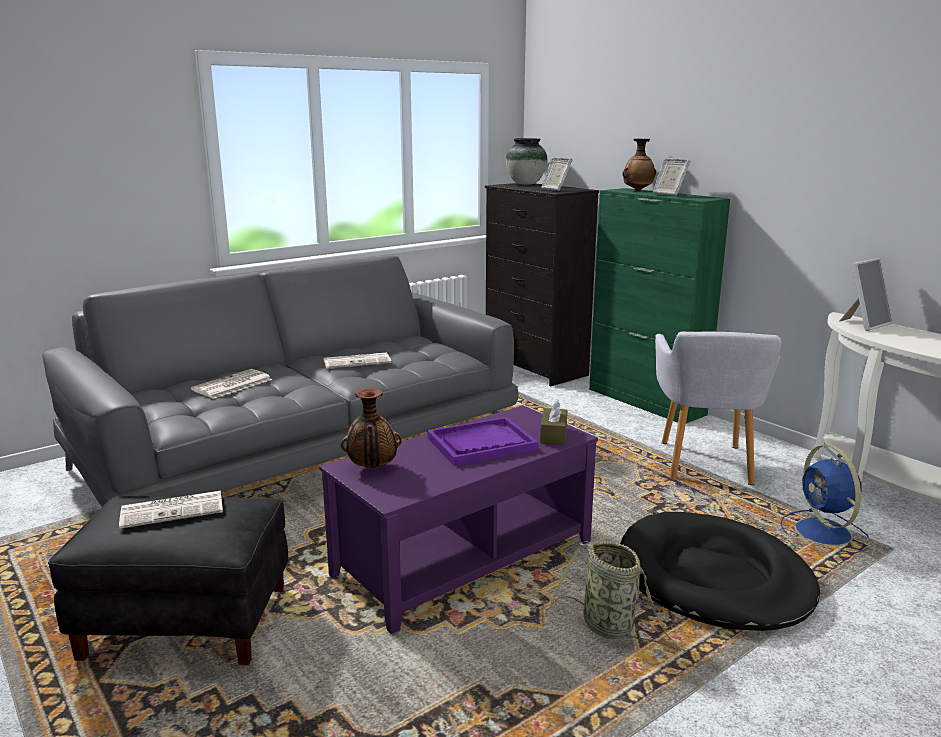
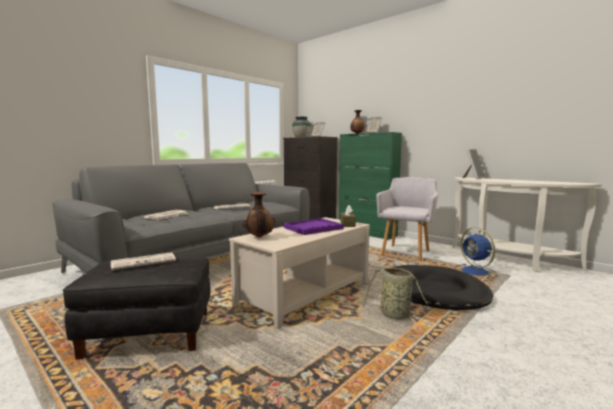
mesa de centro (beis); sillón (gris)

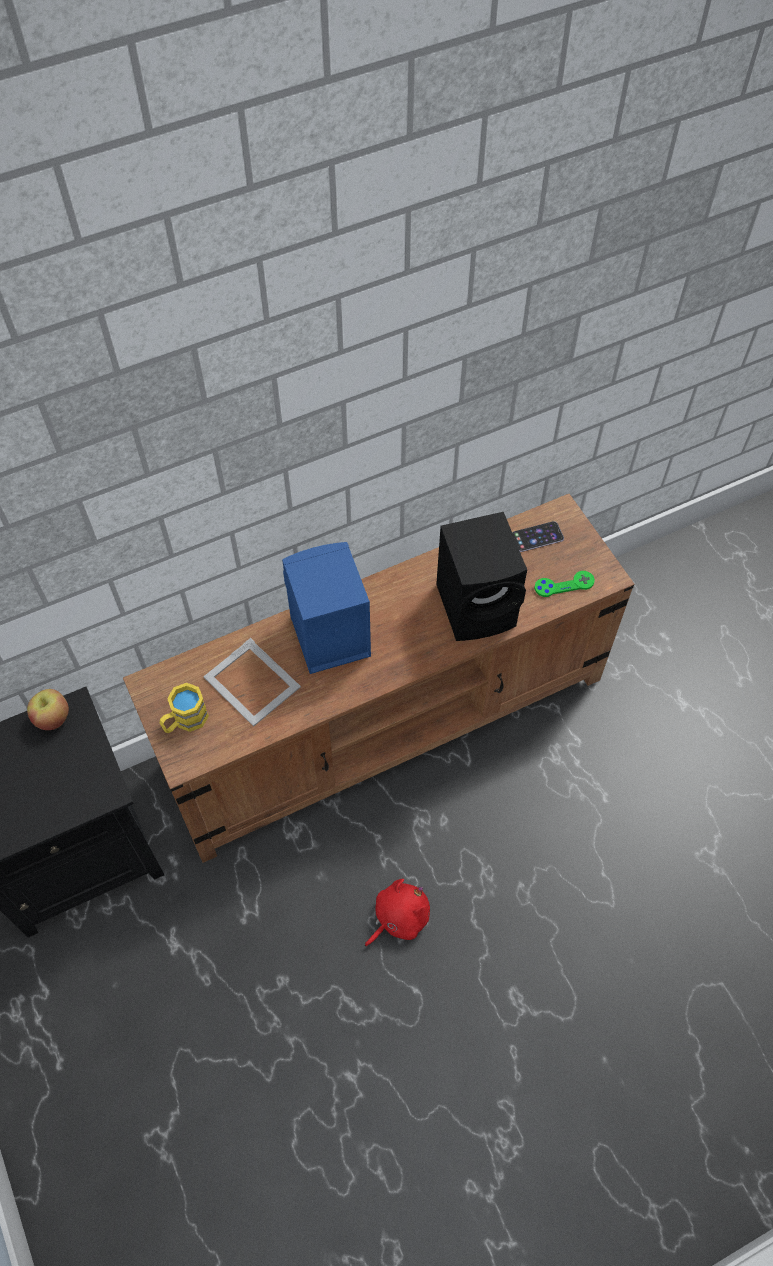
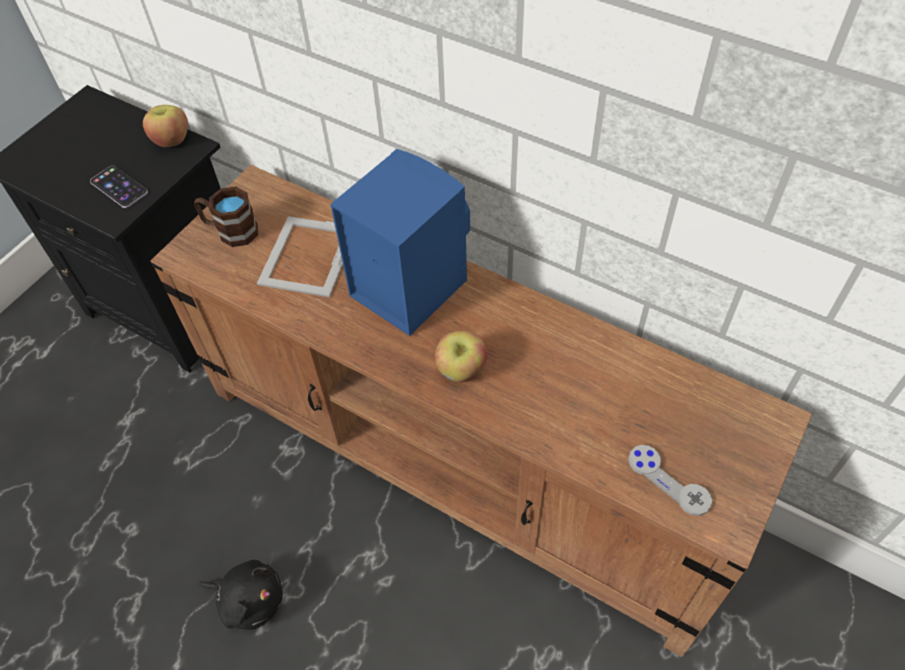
taza grande (marrón); peluche (negro); altavoz (negro); móvil; mando de consola (gris); manzana (2nd from left)

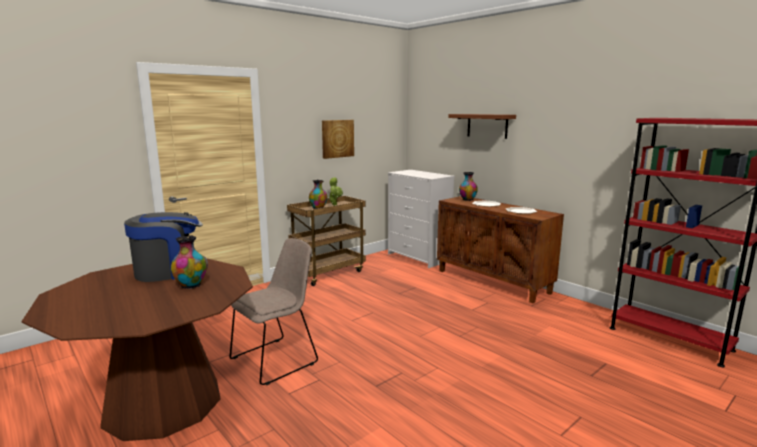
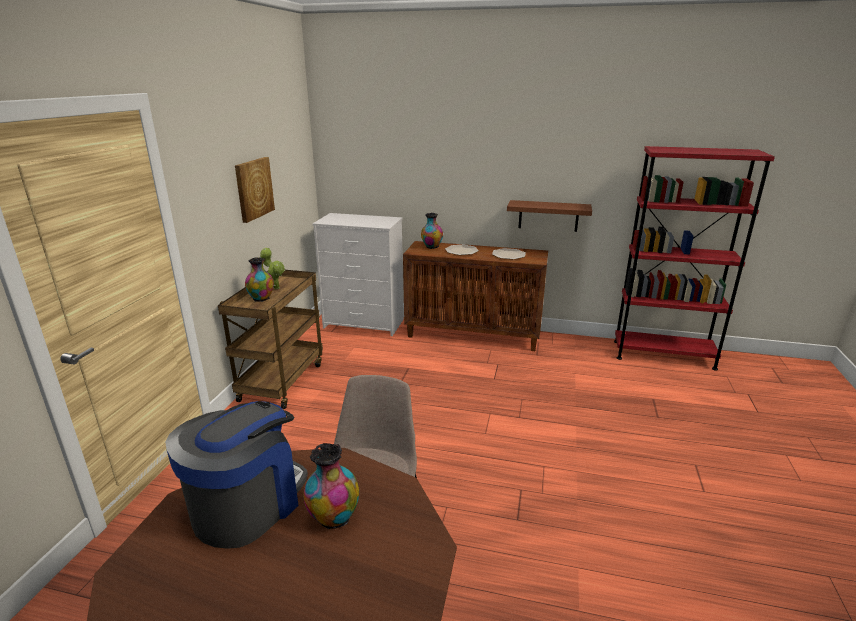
estante (marrón)

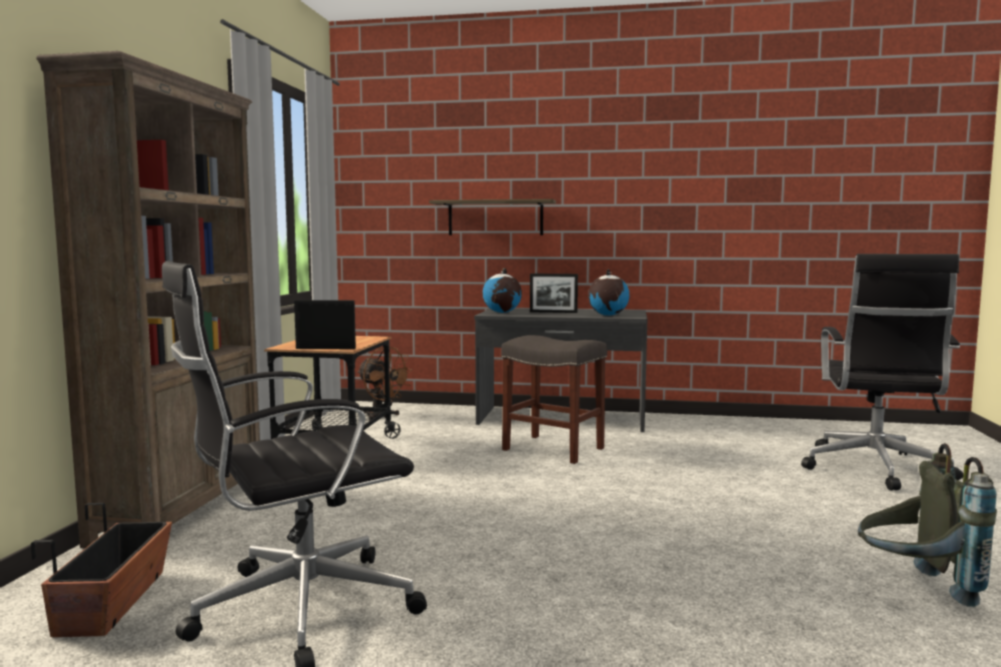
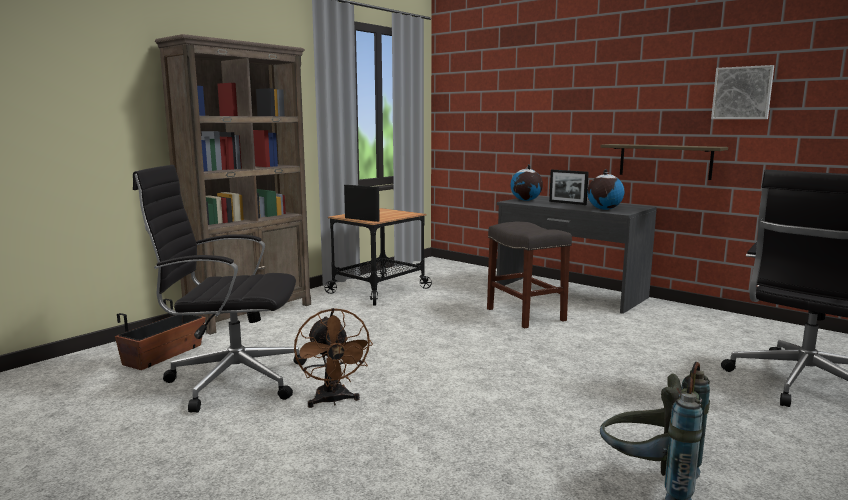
ventilador (marrón); estante; cuadro

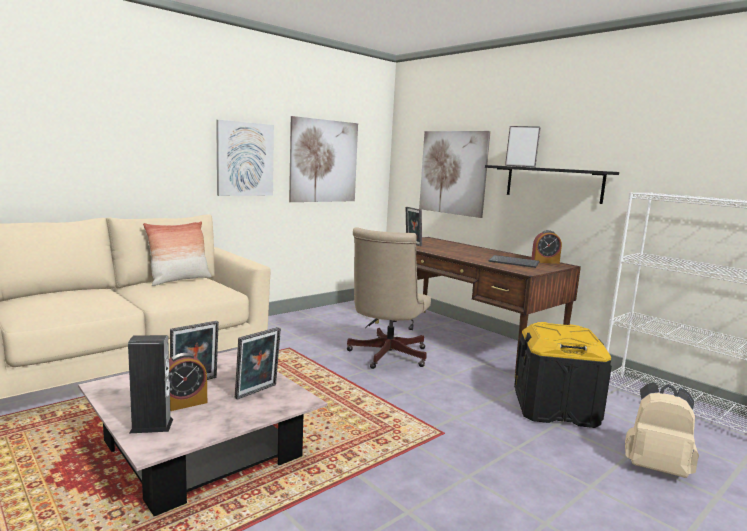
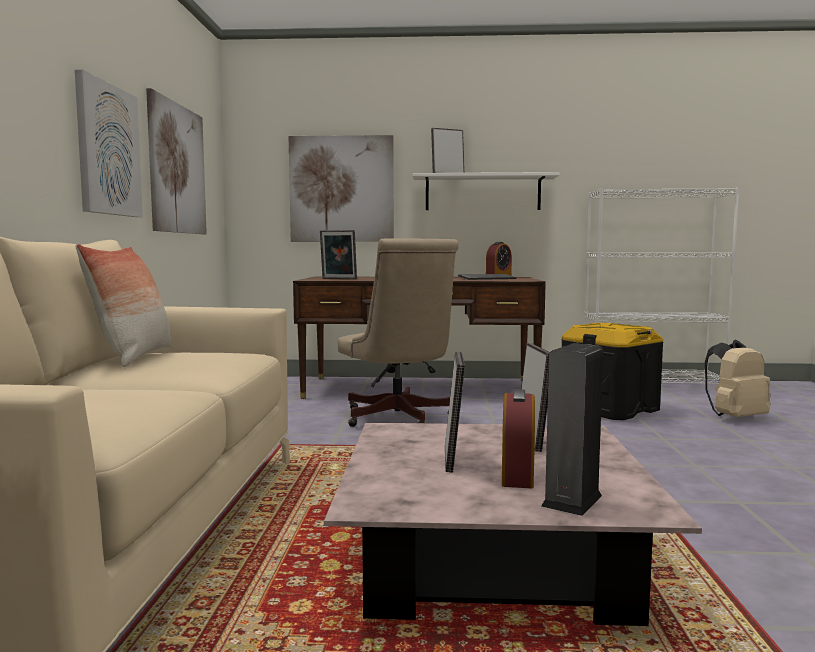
estante (blanco)

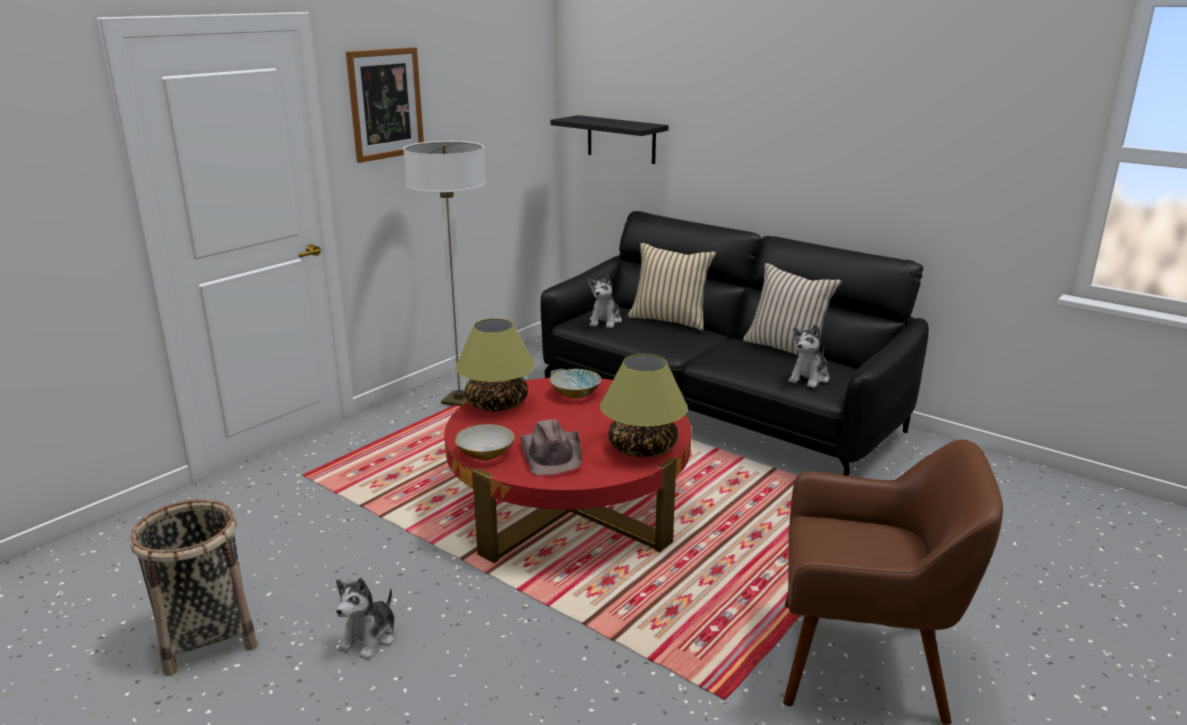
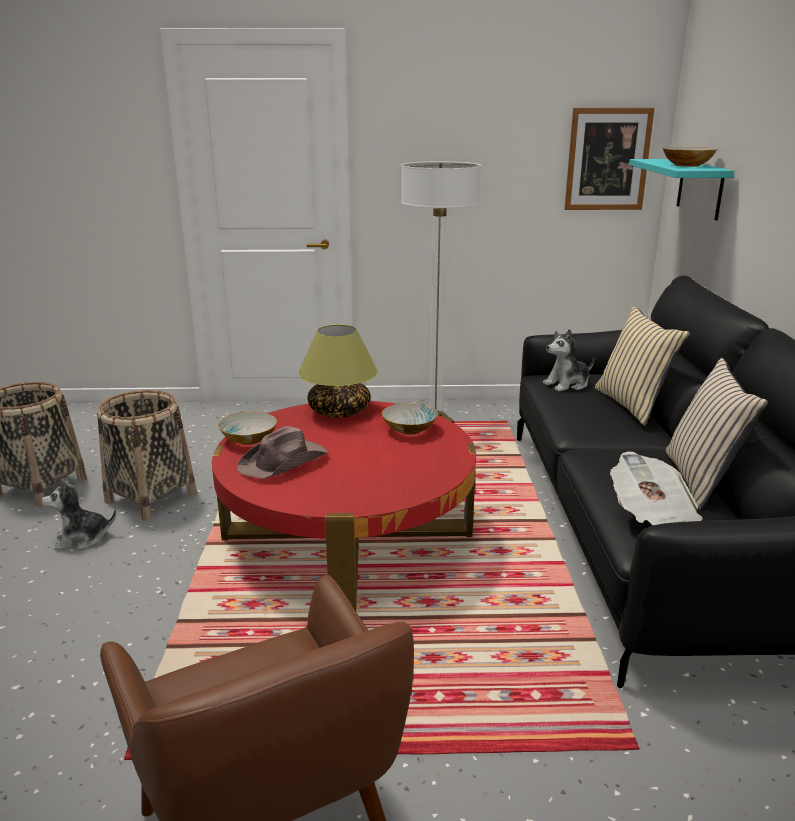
cuadro; estante (turquesa); lámpara de mesa (2nd from left in the first image); periódico; cesta (2nd from left); cuenco (3rd from left)

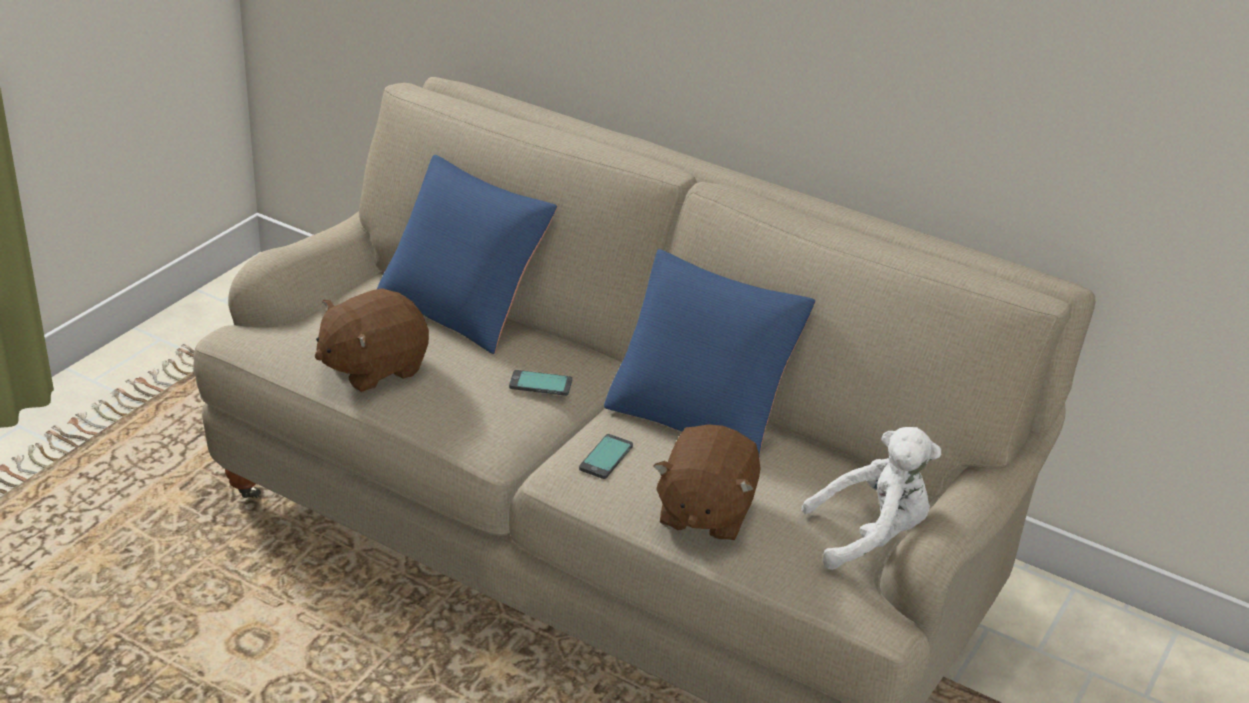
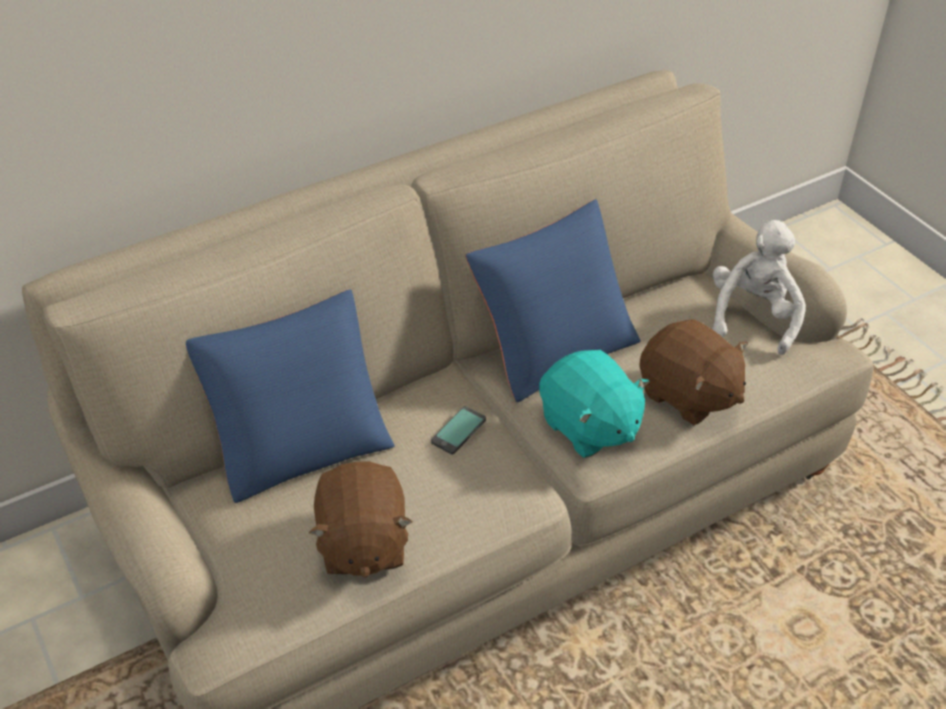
peluche (turquesa)

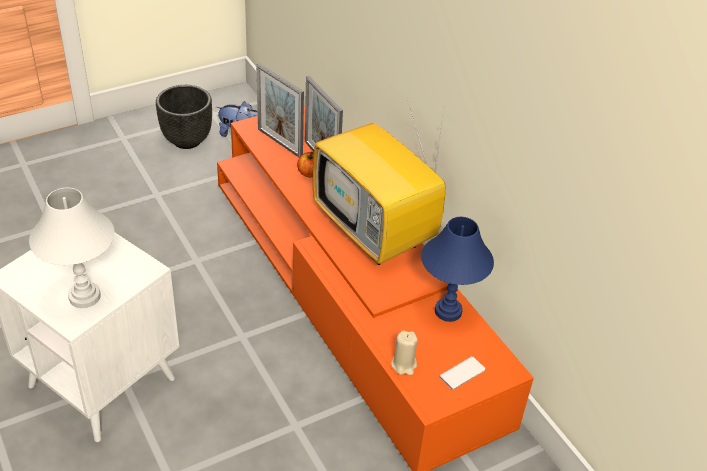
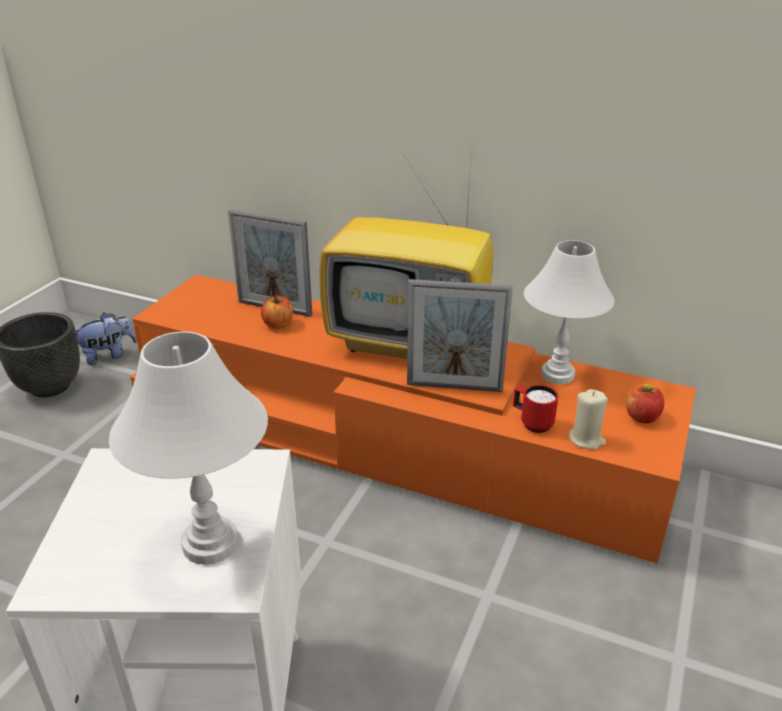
portarretratos (2nd from left); lámpara de mesa (blanco) (2nd from left); manzana (2nd from left); taza grande (rojo)

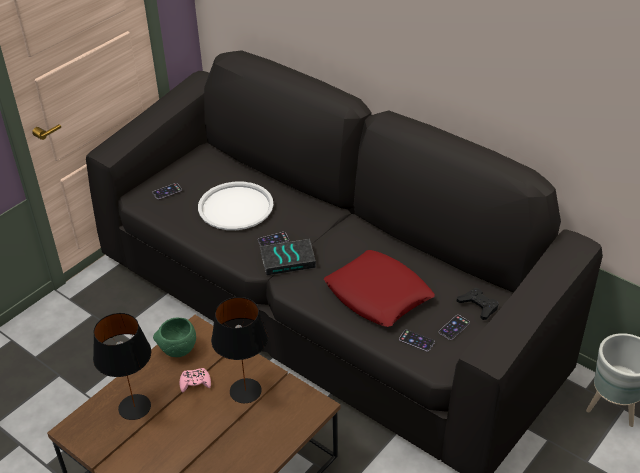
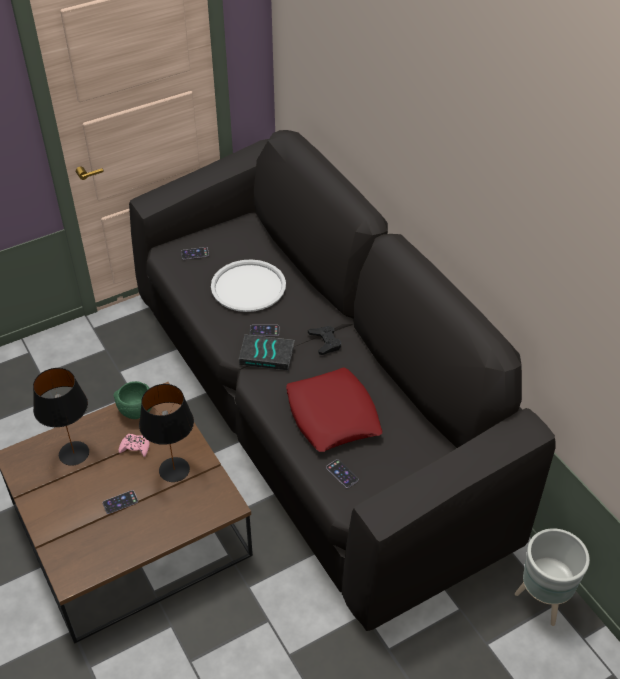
móvil (1st from left); mando de consola (negro)

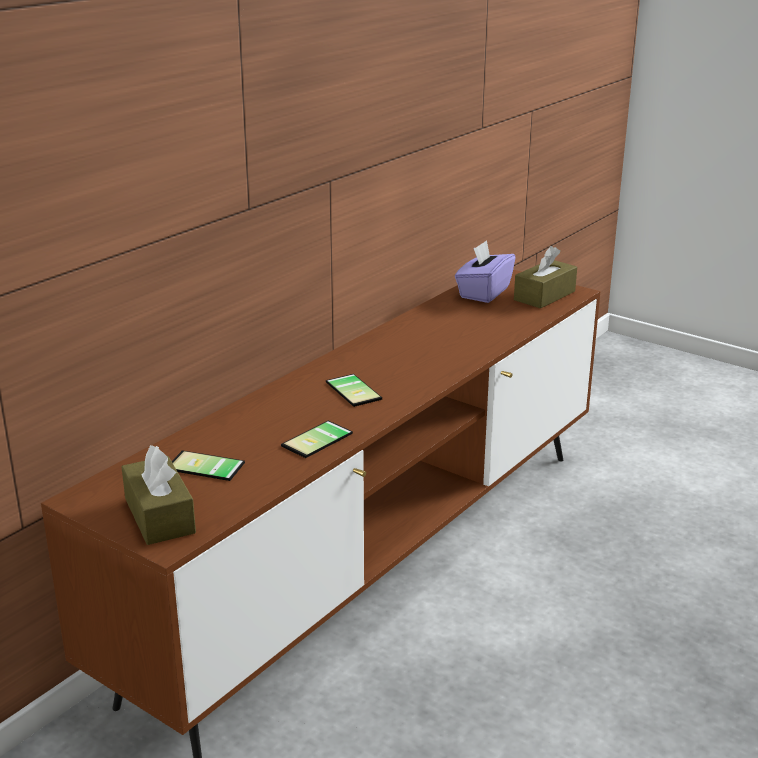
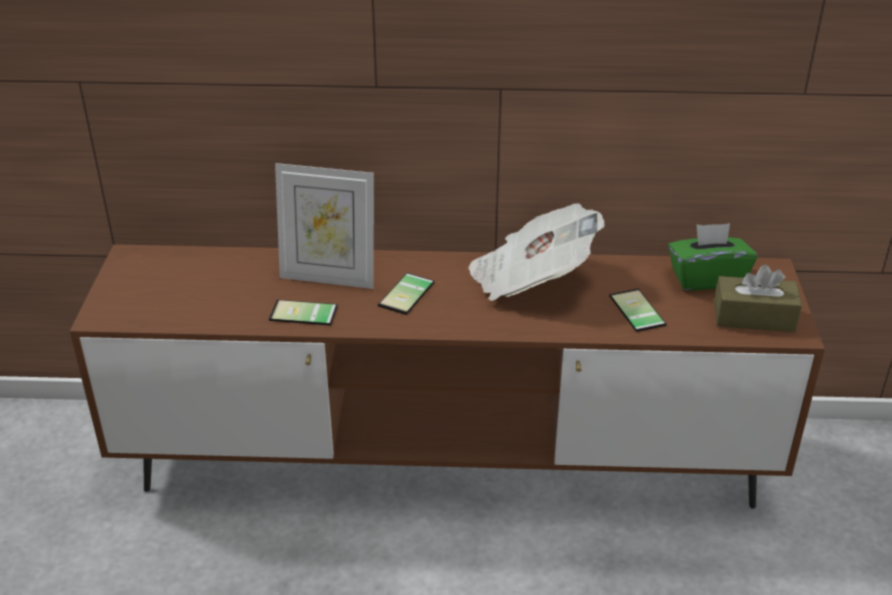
caja de pañuelos (marrón) (1st from left in the first image); móvil (3rd from left); caja de pañuelos (verde); portarretratos; periódico

